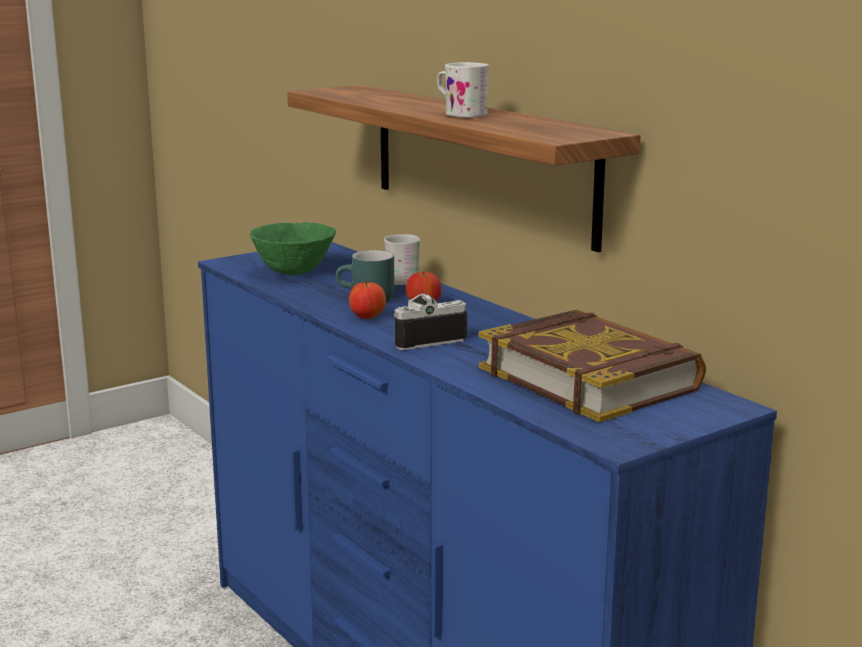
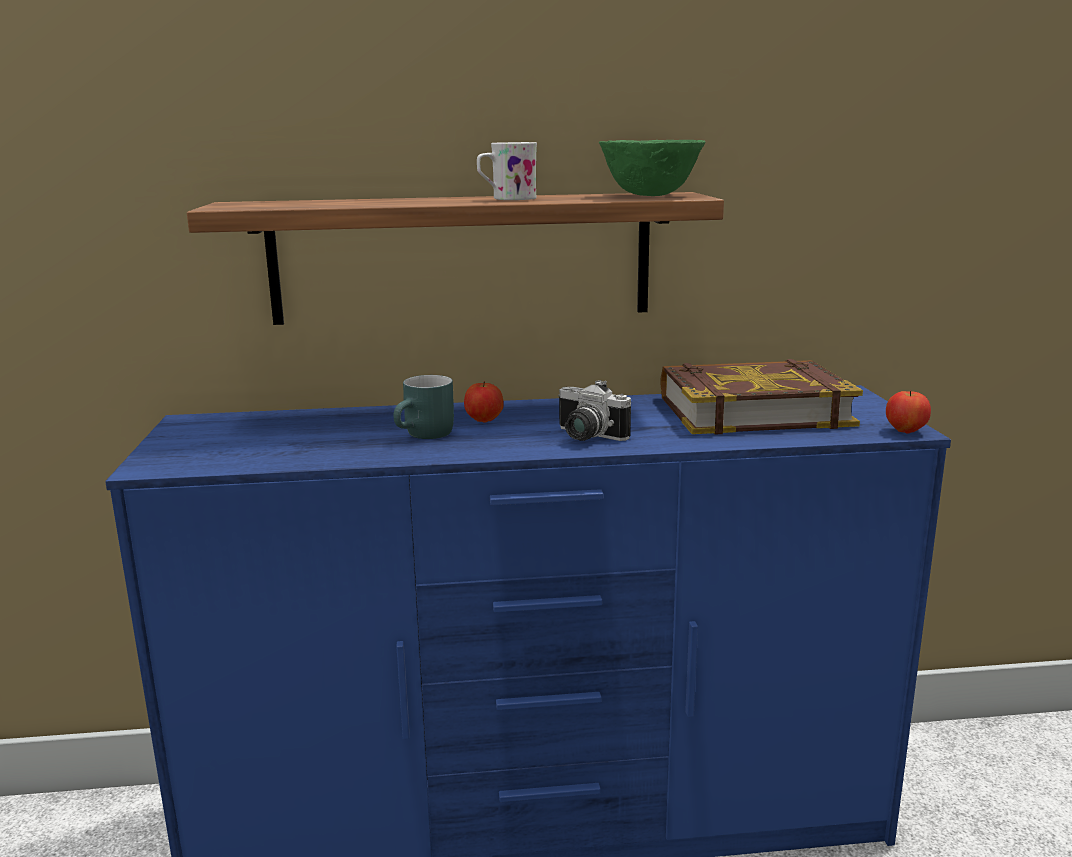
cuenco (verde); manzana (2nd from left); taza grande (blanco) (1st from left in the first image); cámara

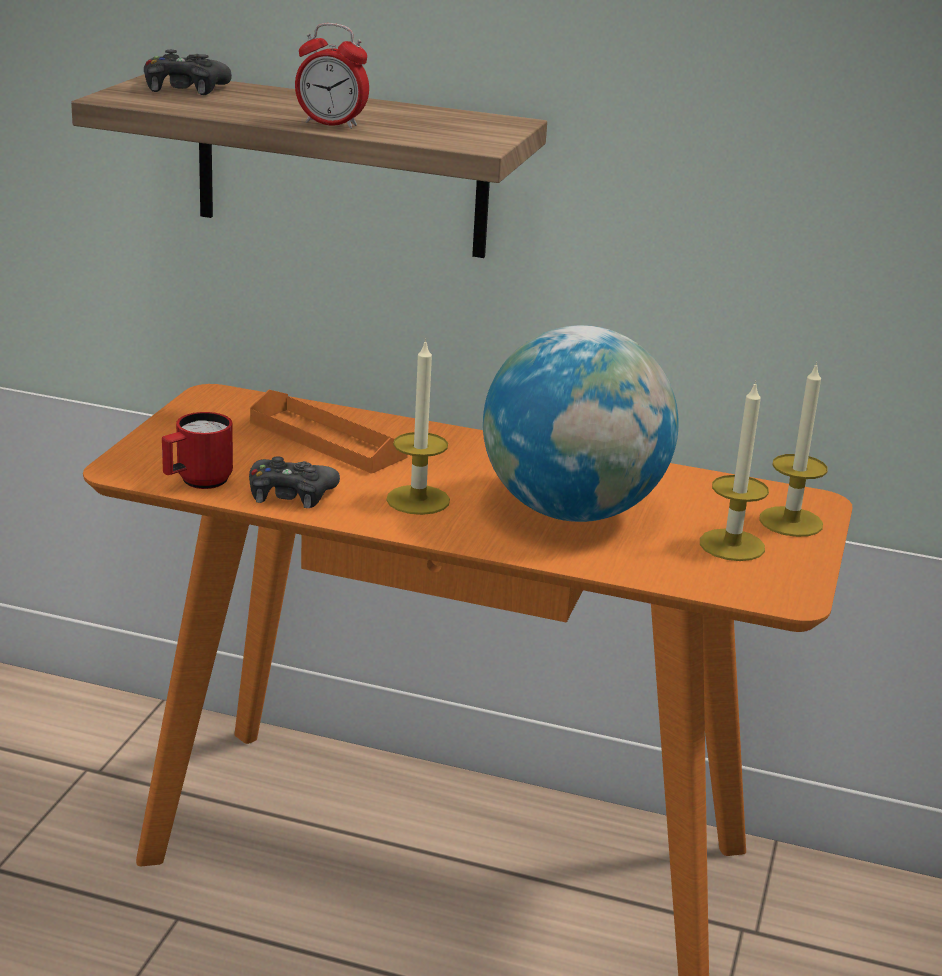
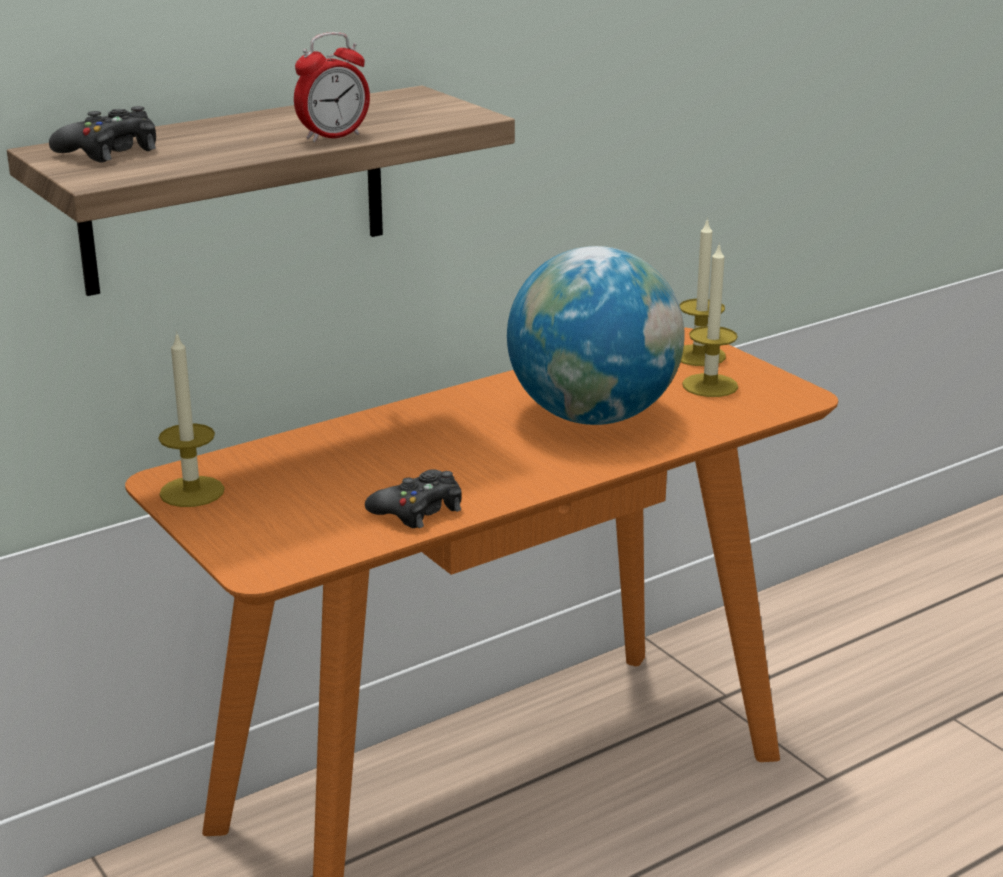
taza grande (rojo); bandeja (naranja); vela (1st from left)

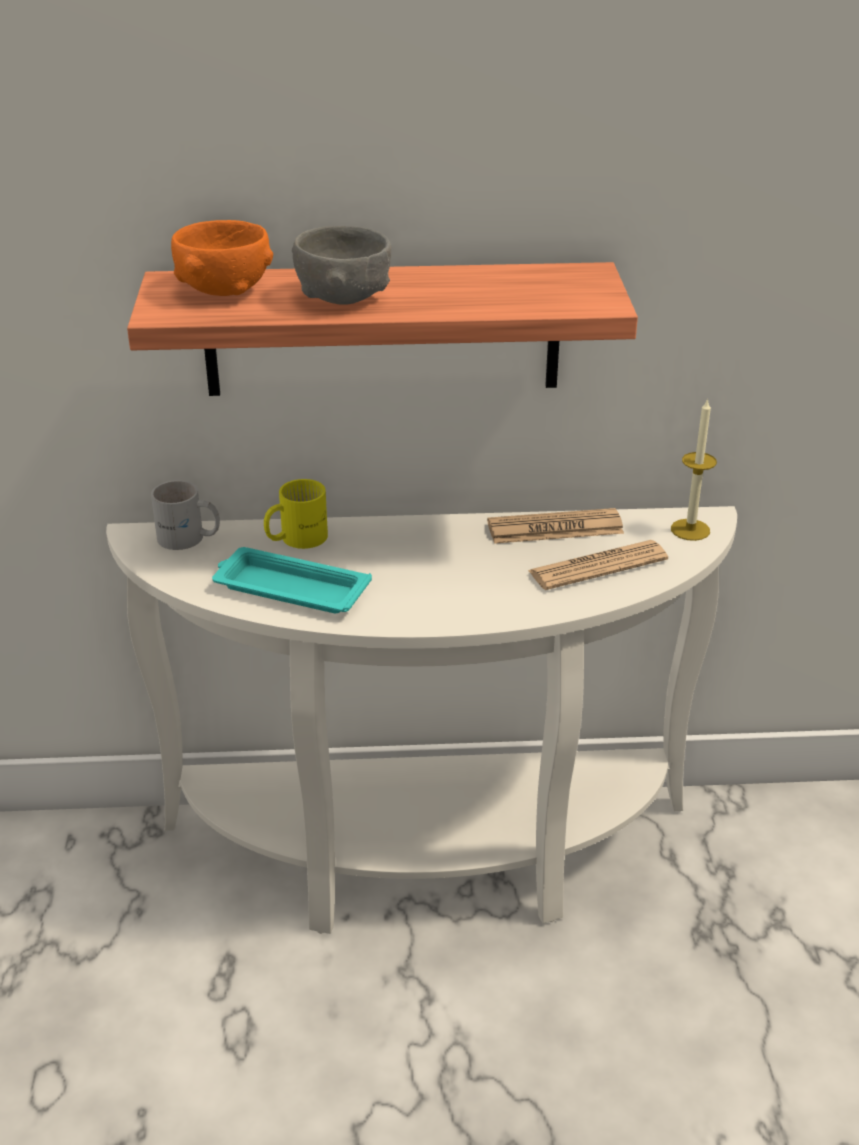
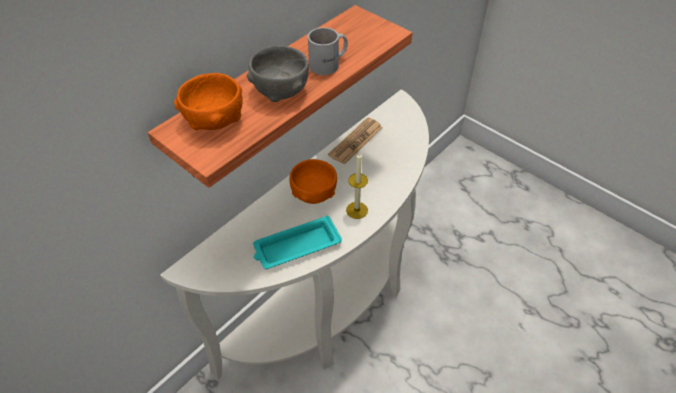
taza grande (blanco); taza grande (amarillo); periódico (2nd from left in the first image); vela; cuenco (naranja) (2nd from left)

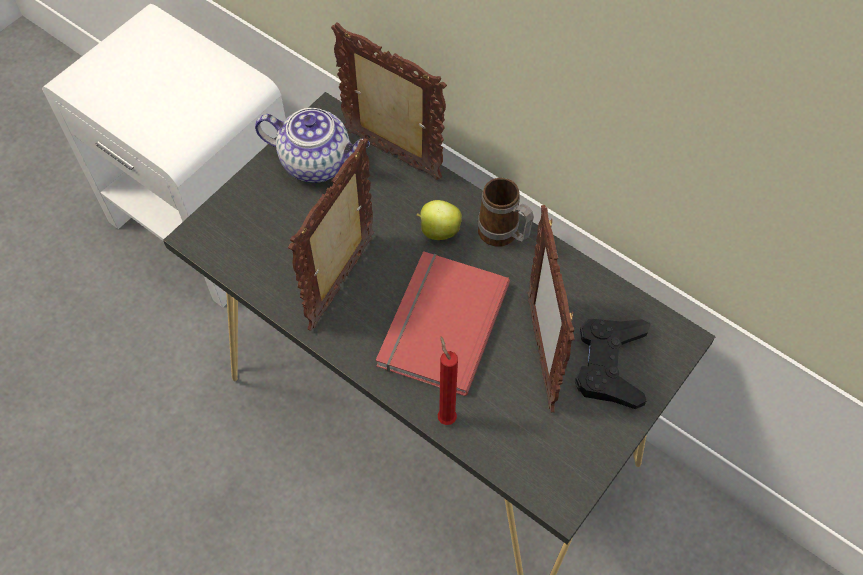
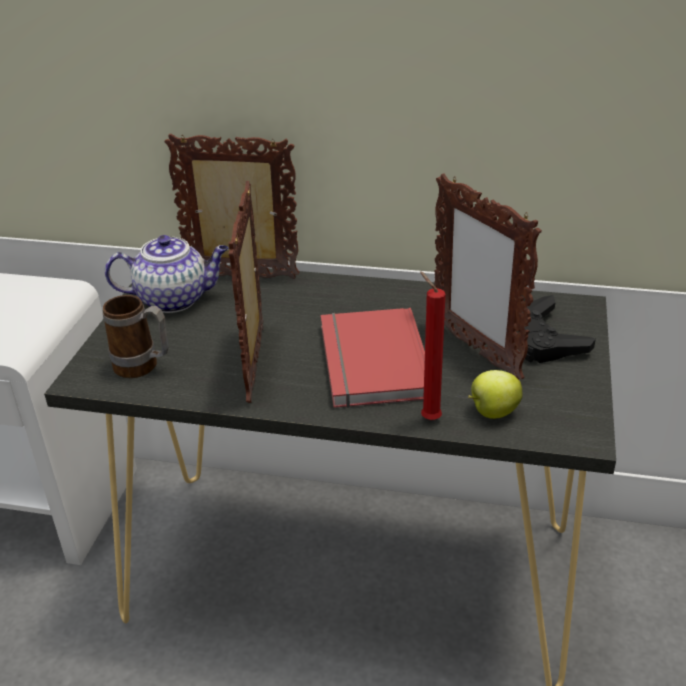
manzana; taza grande

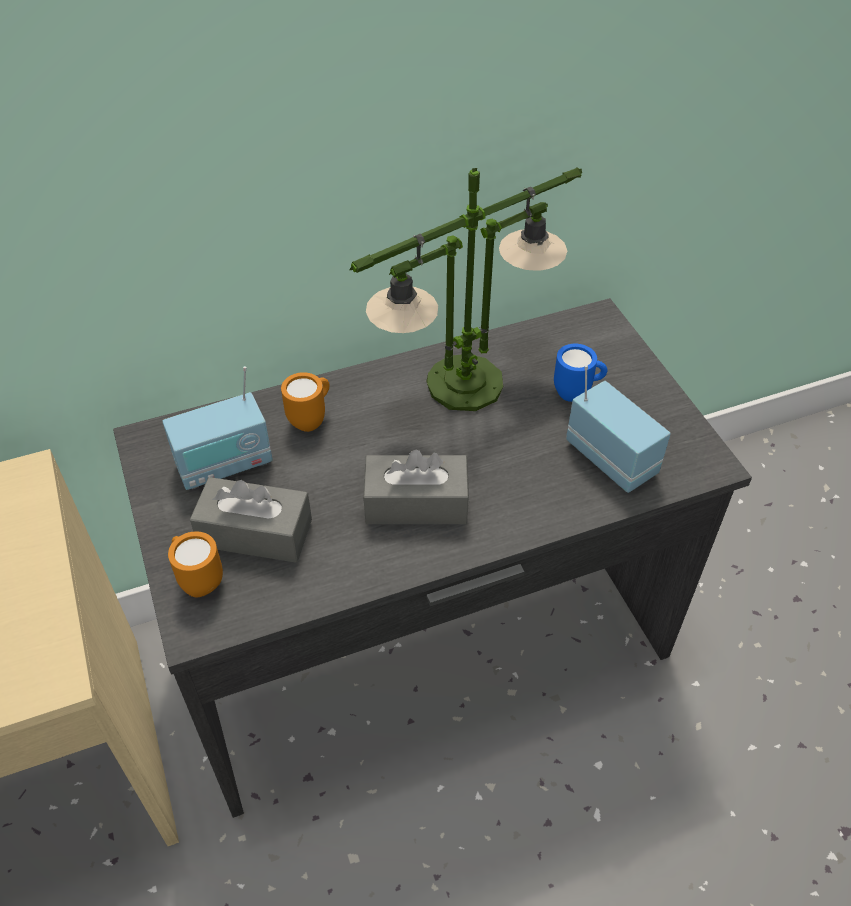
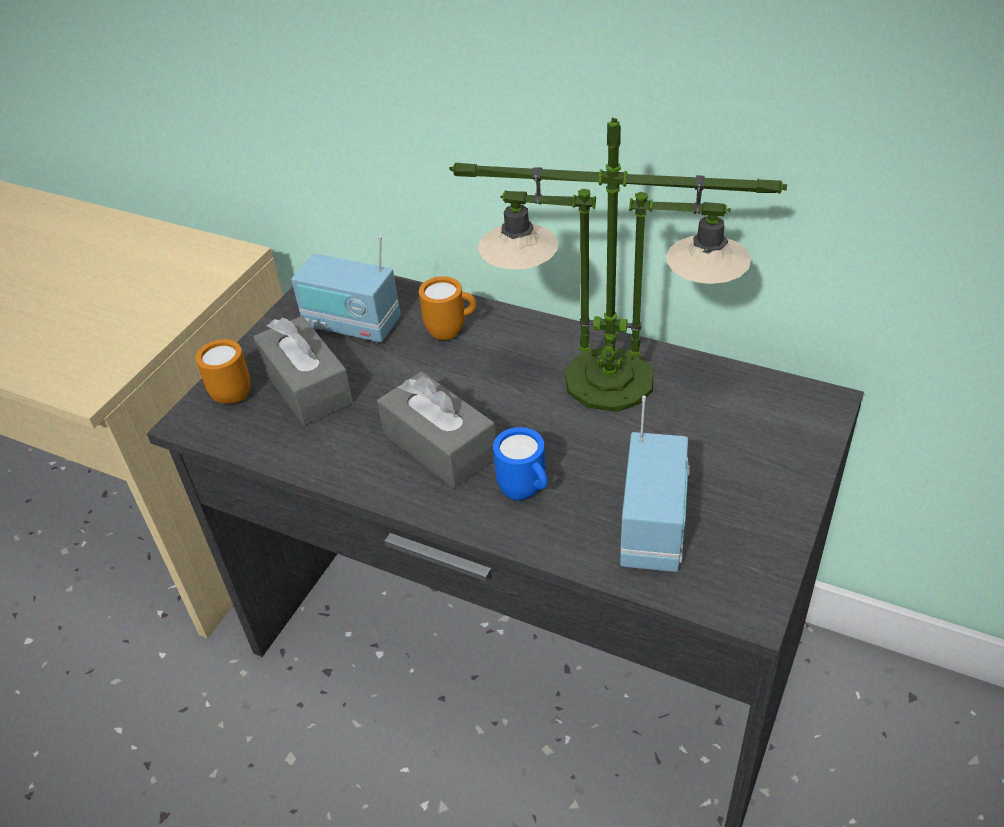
taza grande (azul)

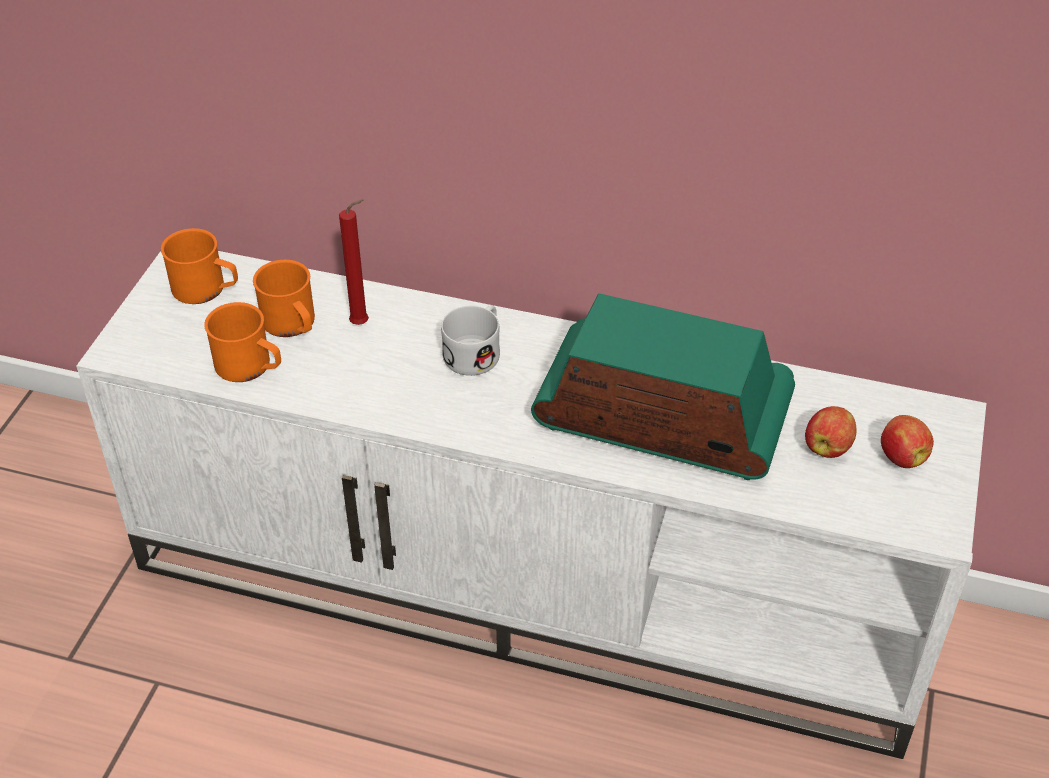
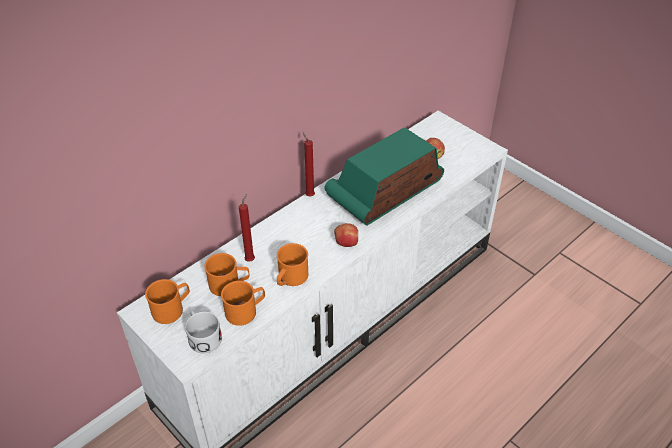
taza grande (blanco); manzana (1st from left); taza grande (naranja) (4th from left); vela (rojo) (2nd from left)

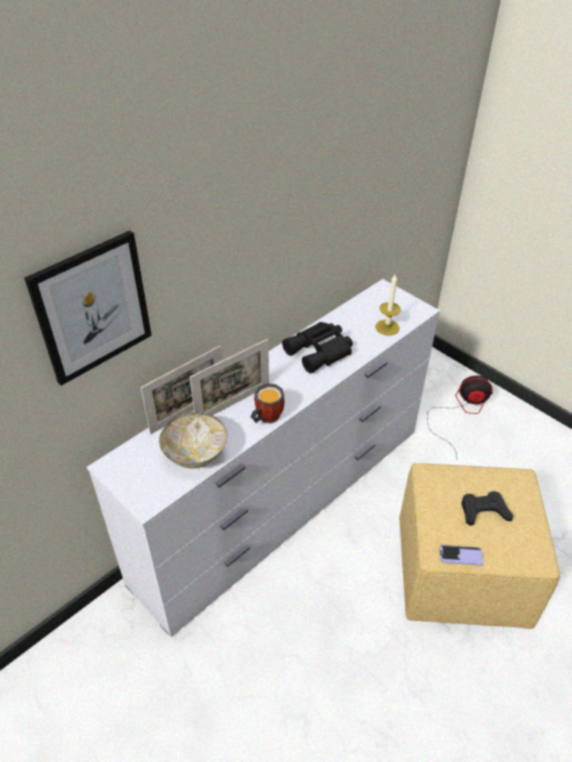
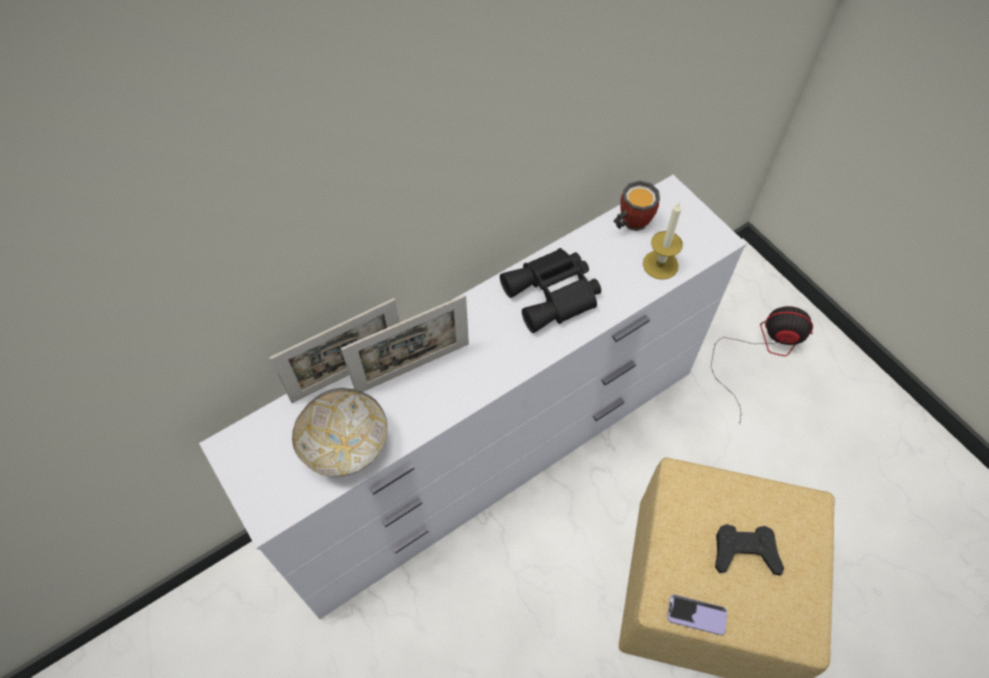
cuadro; taza grande

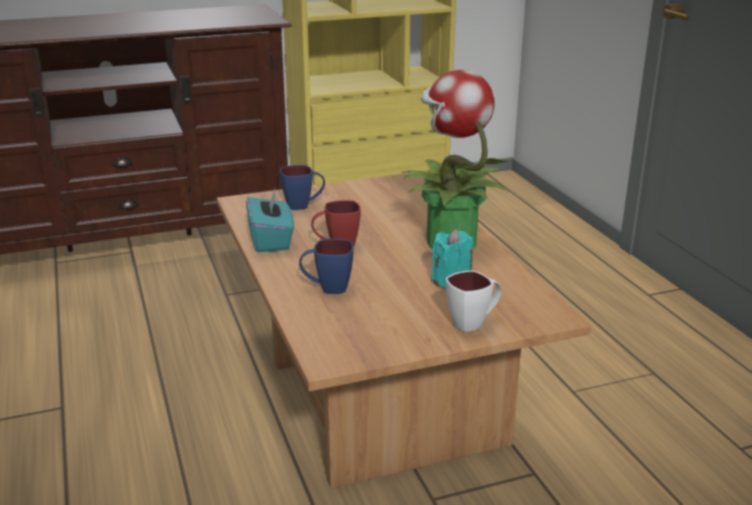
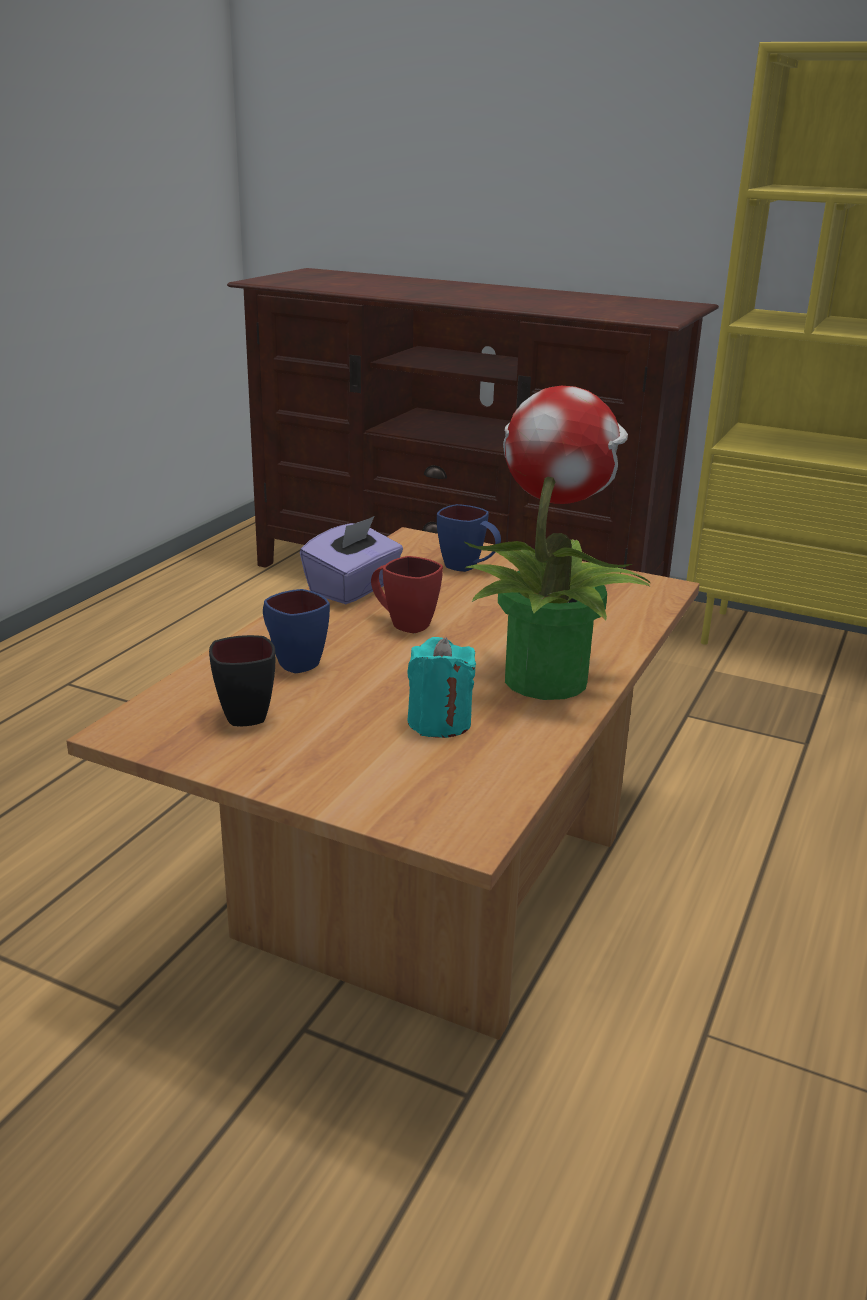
caja de pañuelos (morado); taza grande (blanco); taza grande (negro)

